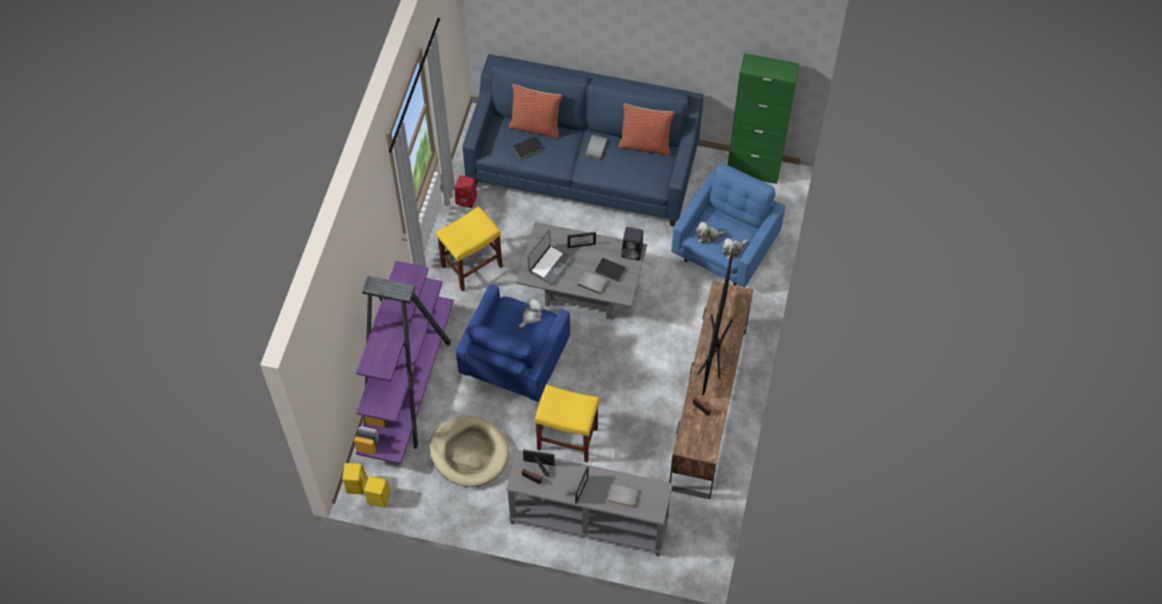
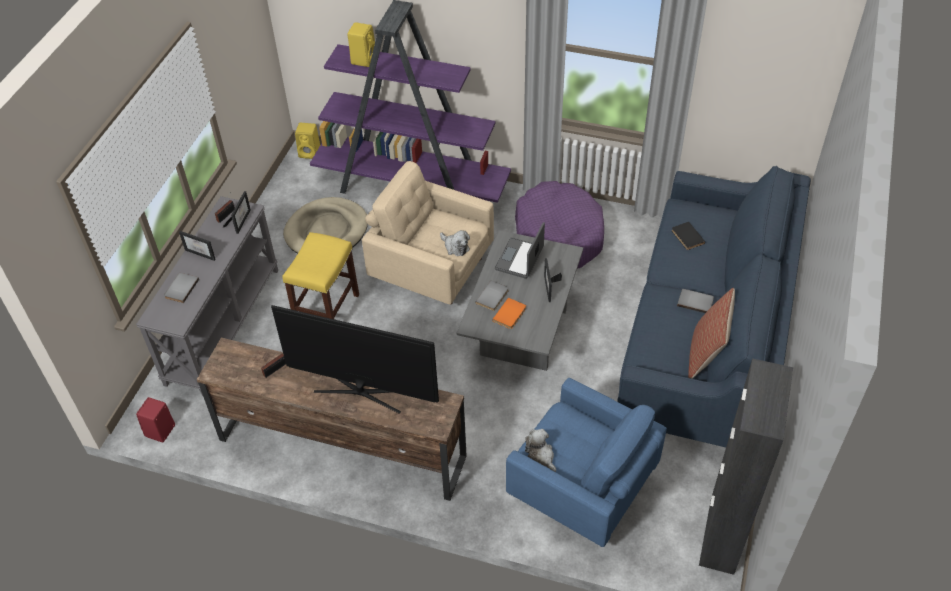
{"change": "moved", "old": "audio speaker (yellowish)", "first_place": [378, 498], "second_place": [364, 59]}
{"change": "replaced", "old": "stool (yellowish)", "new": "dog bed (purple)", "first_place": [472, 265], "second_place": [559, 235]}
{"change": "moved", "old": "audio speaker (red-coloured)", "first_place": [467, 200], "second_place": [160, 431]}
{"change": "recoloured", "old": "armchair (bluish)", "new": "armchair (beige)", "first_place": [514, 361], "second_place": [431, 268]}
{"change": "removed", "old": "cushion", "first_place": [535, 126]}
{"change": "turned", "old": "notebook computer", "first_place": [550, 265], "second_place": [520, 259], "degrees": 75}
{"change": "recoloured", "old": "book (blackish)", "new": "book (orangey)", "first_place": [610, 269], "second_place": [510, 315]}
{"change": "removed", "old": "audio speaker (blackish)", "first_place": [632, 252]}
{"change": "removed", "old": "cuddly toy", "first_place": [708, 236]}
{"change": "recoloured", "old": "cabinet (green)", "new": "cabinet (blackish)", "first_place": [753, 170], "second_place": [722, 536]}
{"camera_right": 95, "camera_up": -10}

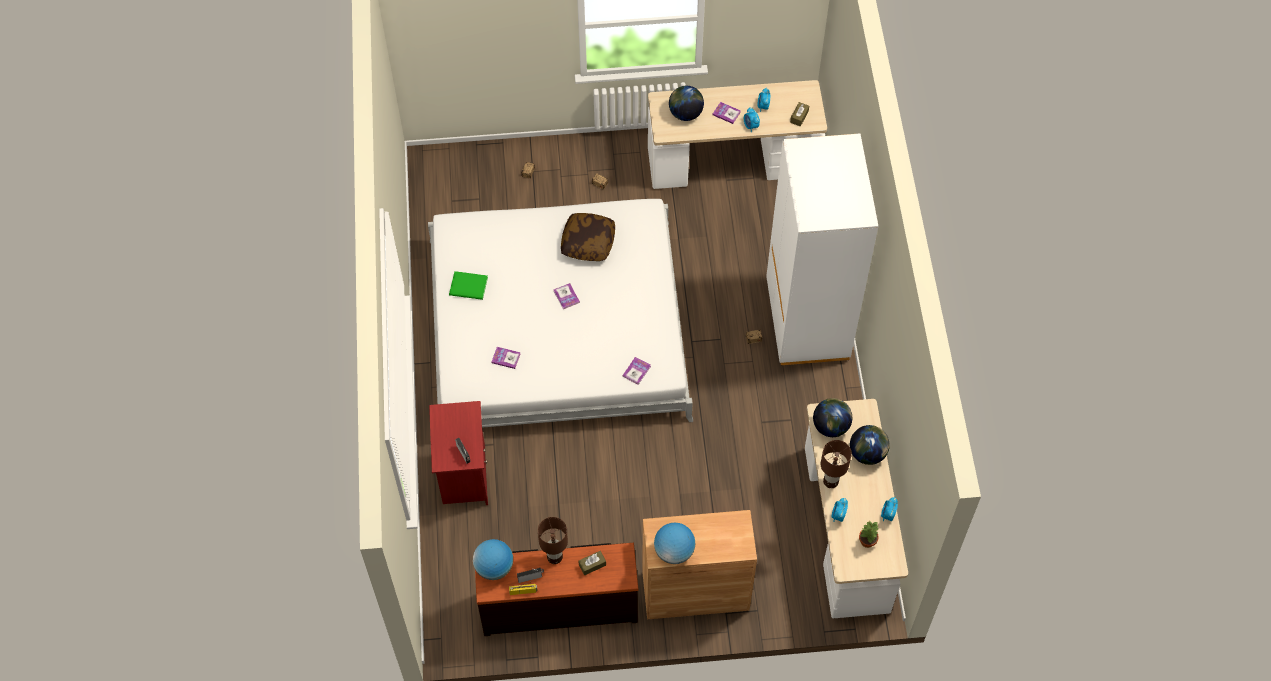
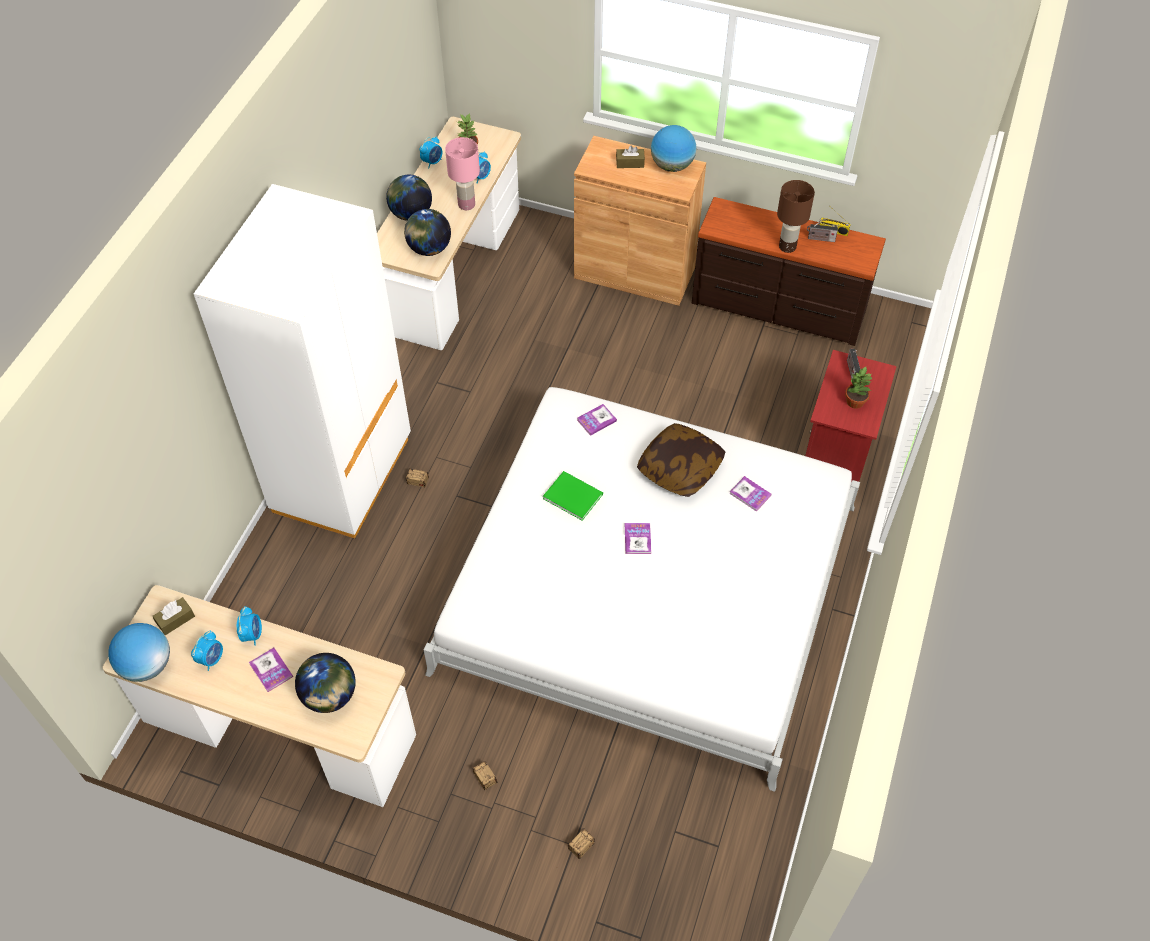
{"change": "moved", "old": "book (green)", "first_place": [469, 287], "second_place": [572, 495]}
{"change": "moved", "old": "desk globe", "first_place": [494, 567], "second_place": [147, 665]}
{"change": "moved", "old": "cushion", "first_place": [588, 243], "second_place": [680, 468]}
{"change": "moved", "old": "box of tissues (brown)", "first_place": [592, 565], "second_place": [630, 163]}
{"change": "recoloured", "old": "table lamp (brown)", "new": "table lamp (pinkish)", "first_place": [830, 481], "second_place": [467, 205]}
{"change": "added", "new": "plant in a pot", "second_place": [854, 402]}
{"camera_right": -155, "camera_up": -5}

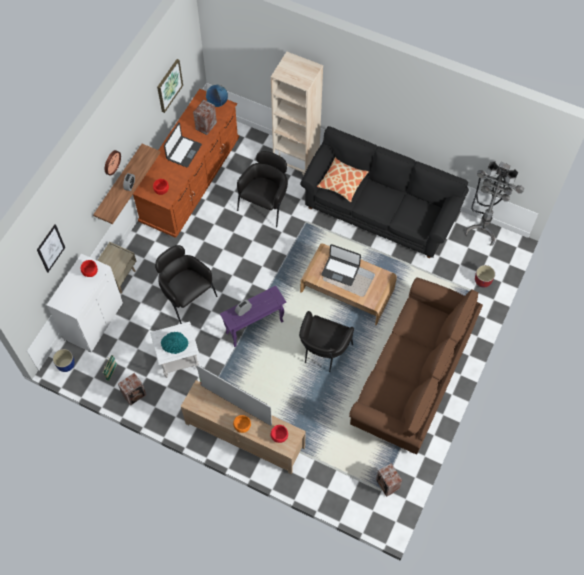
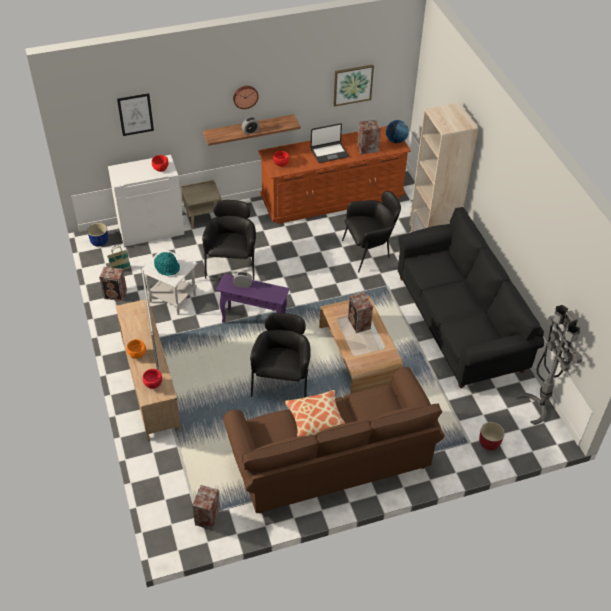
{"change": "turned", "old": "armchair (blackish)", "first_place": [323, 353], "second_place": [282, 381], "degrees": 120}
{"change": "moved", "old": "cushion", "first_place": [342, 182], "second_place": [316, 419]}
{"change": "replaced", "old": "notebook computer", "new": "audio speaker", "first_place": [340, 270], "second_place": [359, 324]}
{"camera_right": 45, "camera_up": -15}

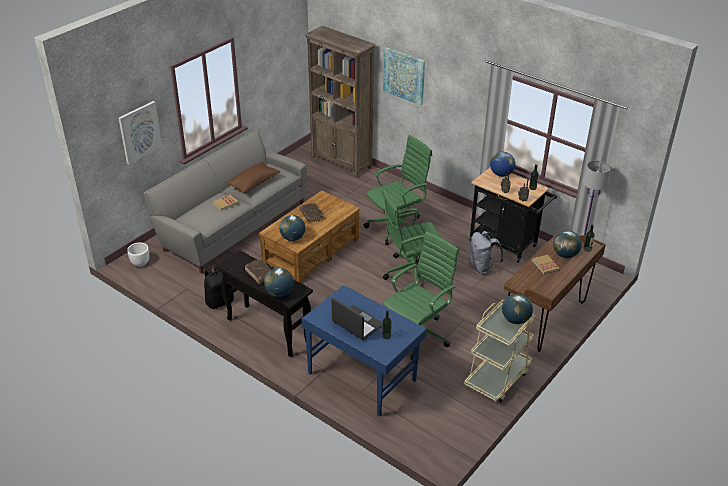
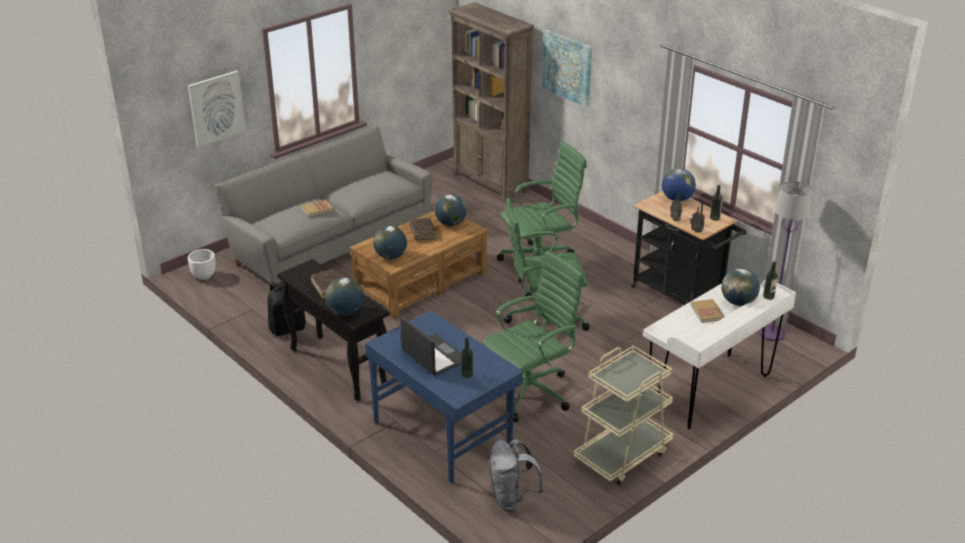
{"change": "removed", "old": "cushion (brown)", "first_place": [253, 183]}
{"change": "moved", "old": "rucksack (greyish)", "first_place": [482, 268], "second_place": [512, 498]}
{"change": "moved", "old": "desk globe", "first_place": [515, 320], "second_place": [450, 224]}
{"change": "recoloured", "old": "desk unit (brown)", "new": "desk unit (whitish)", "first_place": [546, 319], "second_place": [710, 391]}
{"camera_right": 10, "camera_up": -5}

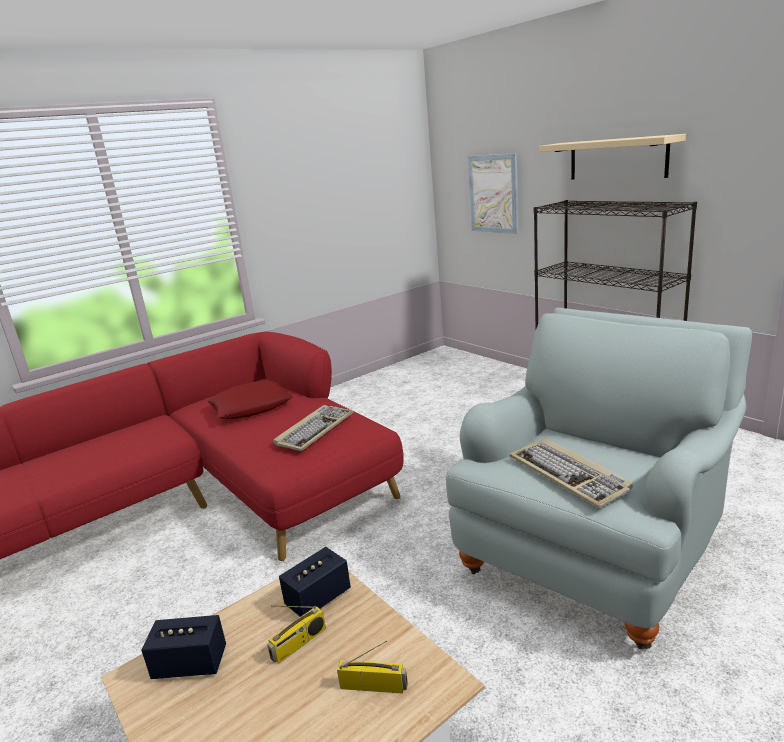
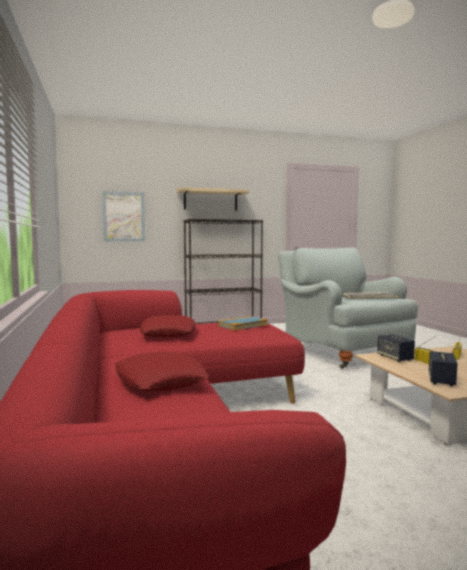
{"change": "replaced", "old": "PC keyboard", "new": "book", "first_place": [314, 430], "second_place": [242, 325]}
{"change": "added", "new": "cushion (red-coloured)", "second_place": [159, 381]}
{"camera_right": -70, "camera_up": -15}

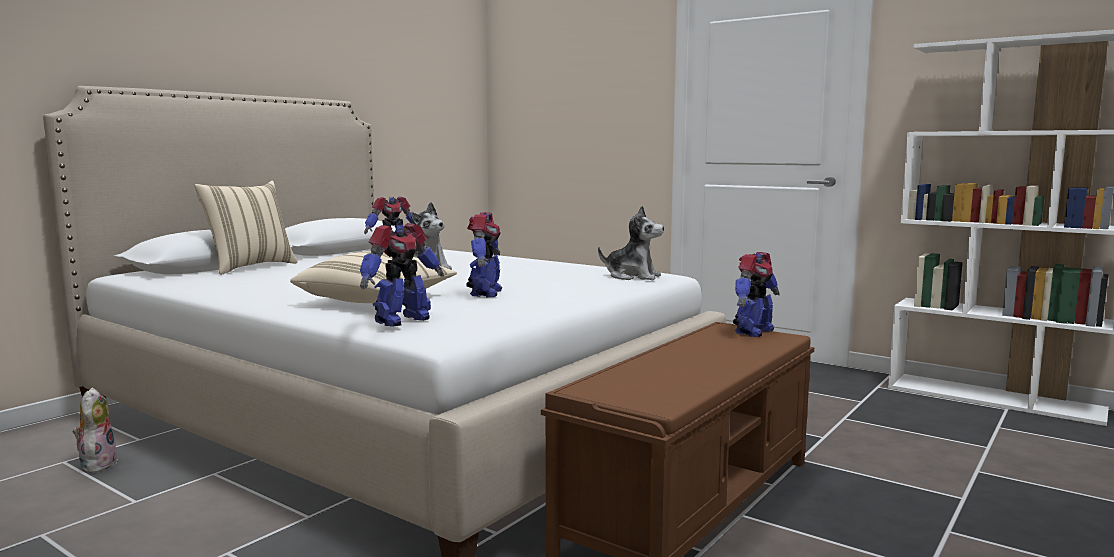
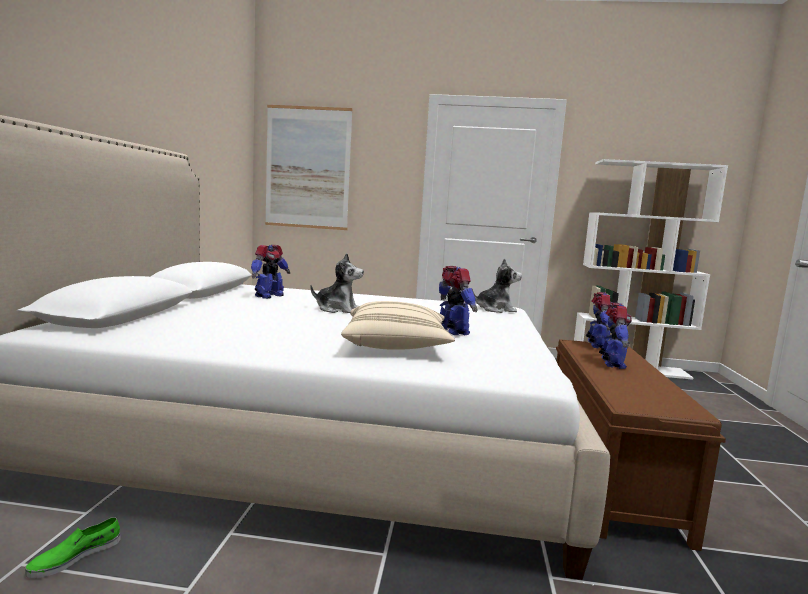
{"change": "replaced", "old": "cuddly toy", "new": "shoe (green)", "first_place": [97, 464], "second_place": [75, 556]}
{"change": "removed", "old": "cushion (beige)", "first_place": [249, 267]}
{"change": "moved", "old": "robot figure", "first_place": [401, 320], "second_place": [612, 363]}
{"change": "added", "new": "wall picture", "second_place": [308, 168]}
{"camera_right": -30, "camera_up": 0}

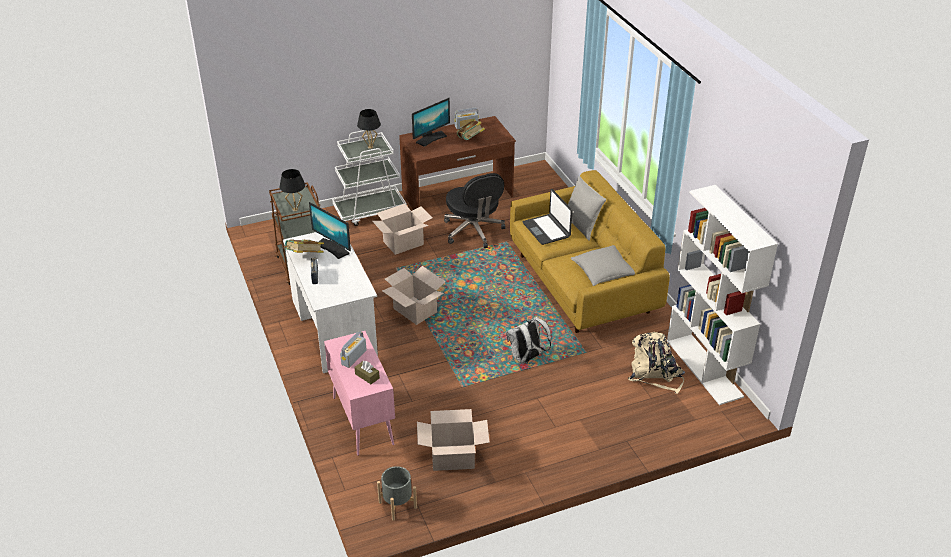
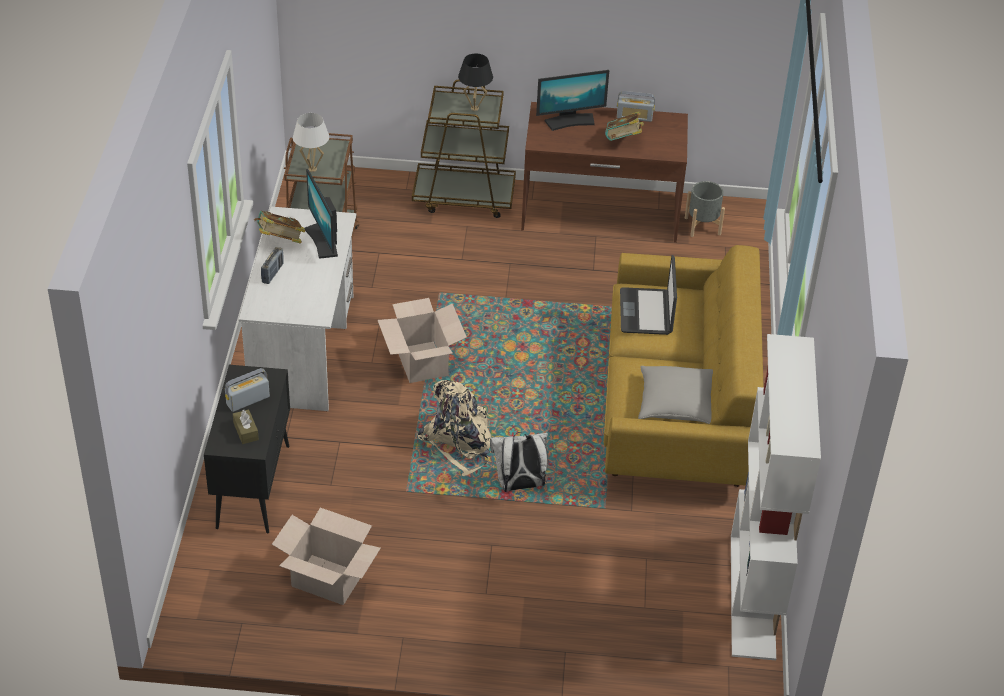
{"change": "recoloured", "old": "table lamp (blackish)", "new": "table lamp (whitish)", "first_place": [295, 209], "second_place": [312, 169]}
{"change": "recoloured", "old": "cabinet (pinkish)", "new": "cabinet (blackish)", "first_place": [362, 420], "second_place": [253, 485]}
{"change": "recoloured", "old": "cart (whitish)", "new": "cart (brown)", "first_place": [370, 211], "second_place": [464, 197]}
{"change": "removed", "old": "packing box", "first_place": [403, 243]}
{"change": "moved", "old": "flower pot (greyish)", "first_place": [397, 504], "second_place": [702, 226]}
{"change": "removed", "old": "office chair (blackish)", "first_place": [473, 231]}
{"change": "removed", "old": "cushion (greyish)", "first_place": [582, 226]}
{"change": "moved", "old": "rucksack (beige)", "first_place": [655, 374], "second_place": [459, 442]}
{"camera_right": 25, "camera_up": 5}

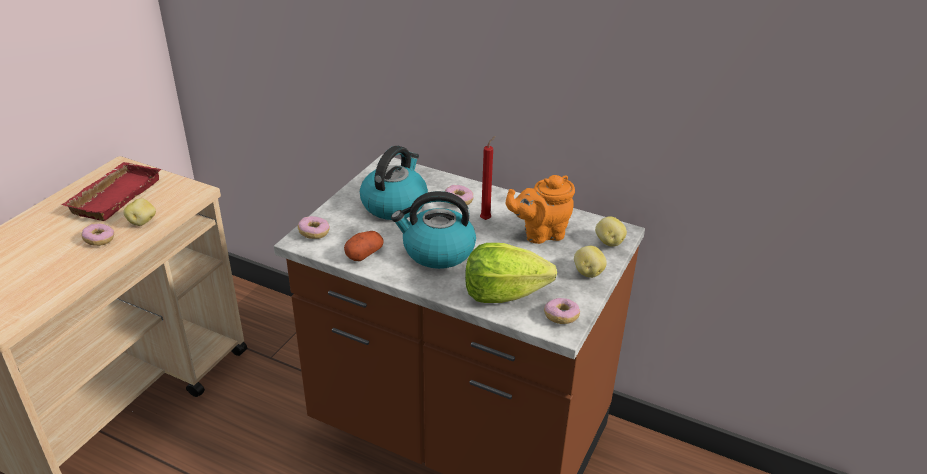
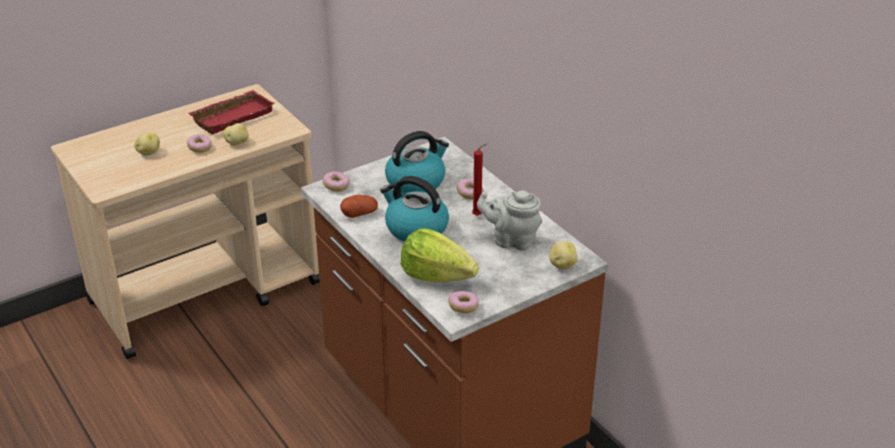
{"change": "recoloured", "old": "tea pot (orangey)", "new": "tea pot (greyish)", "first_place": [540, 233], "second_place": [511, 240]}
{"change": "moved", "old": "spud", "first_place": [587, 272], "second_place": [148, 152]}
{"camera_right": 30, "camera_up": 0}

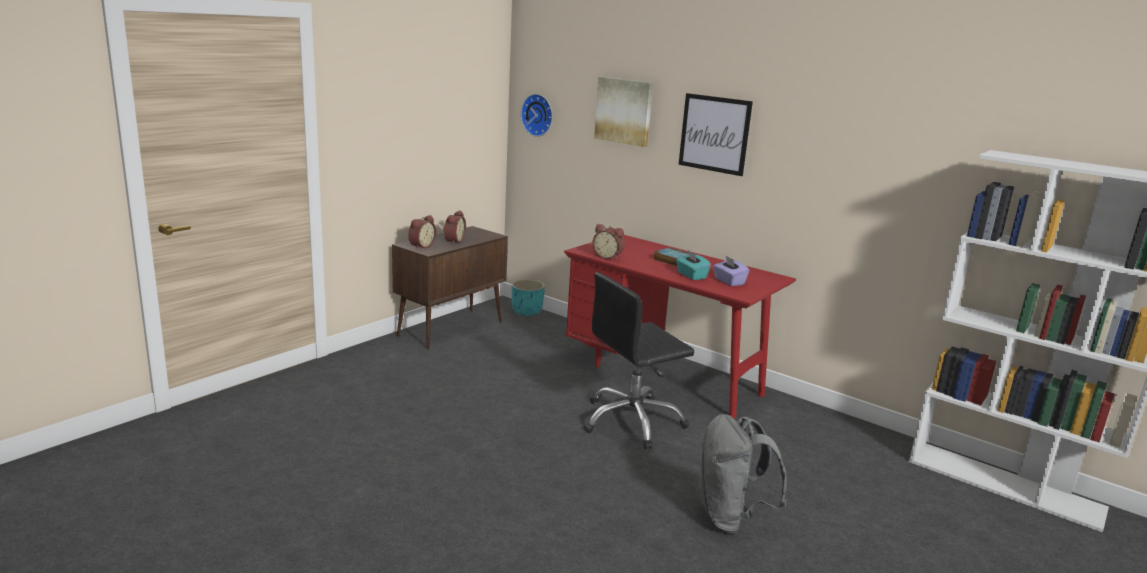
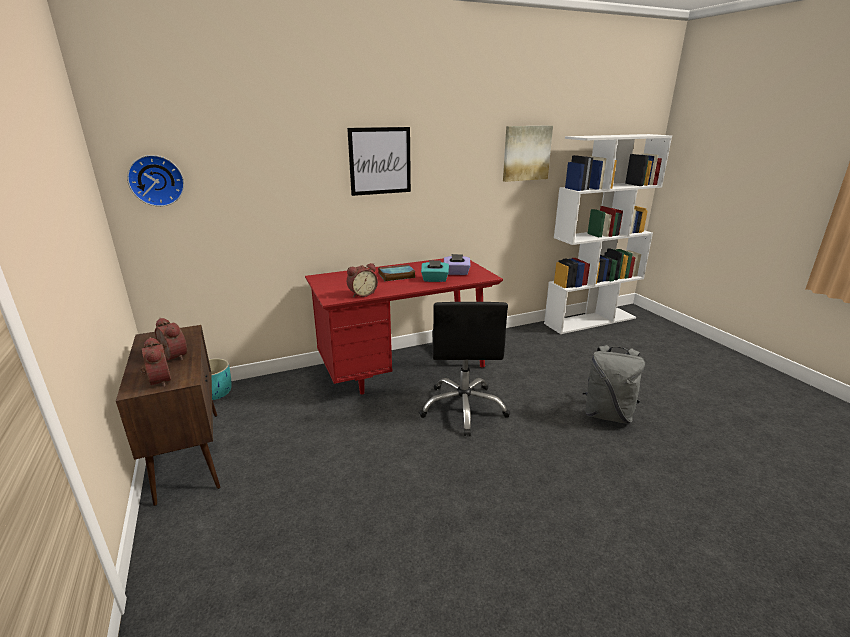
{"change": "moved", "old": "wall picture", "first_place": [624, 111], "second_place": [526, 153]}
{"camera_right": -60, "camera_up": 5}

